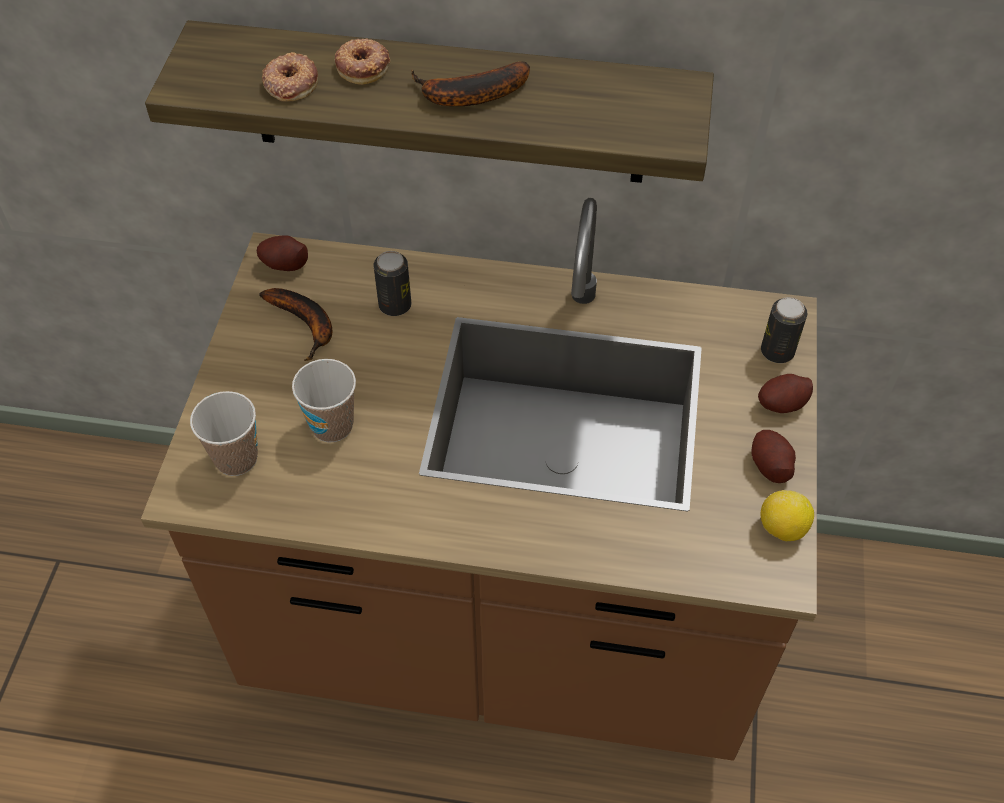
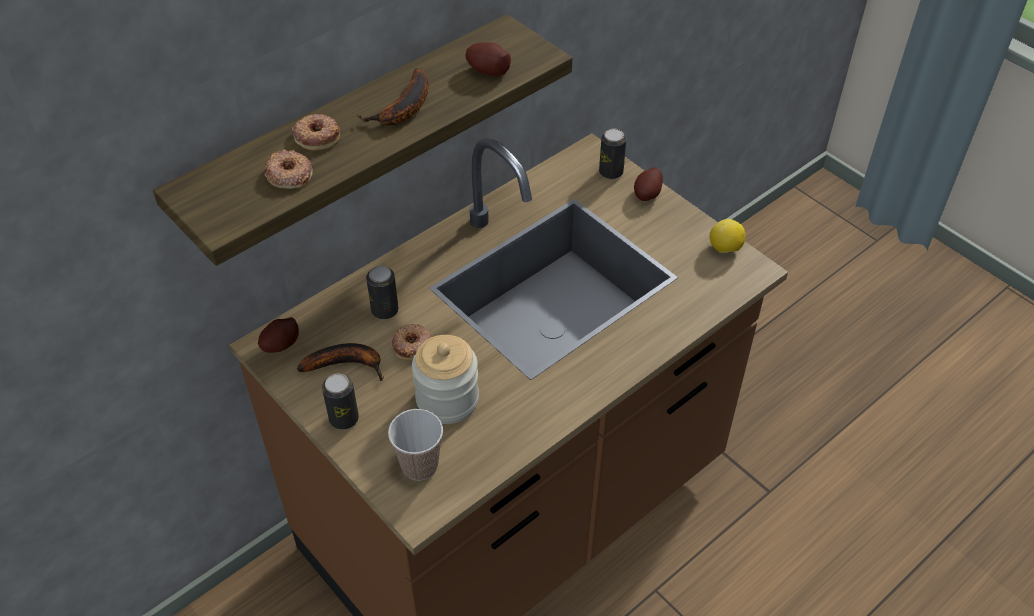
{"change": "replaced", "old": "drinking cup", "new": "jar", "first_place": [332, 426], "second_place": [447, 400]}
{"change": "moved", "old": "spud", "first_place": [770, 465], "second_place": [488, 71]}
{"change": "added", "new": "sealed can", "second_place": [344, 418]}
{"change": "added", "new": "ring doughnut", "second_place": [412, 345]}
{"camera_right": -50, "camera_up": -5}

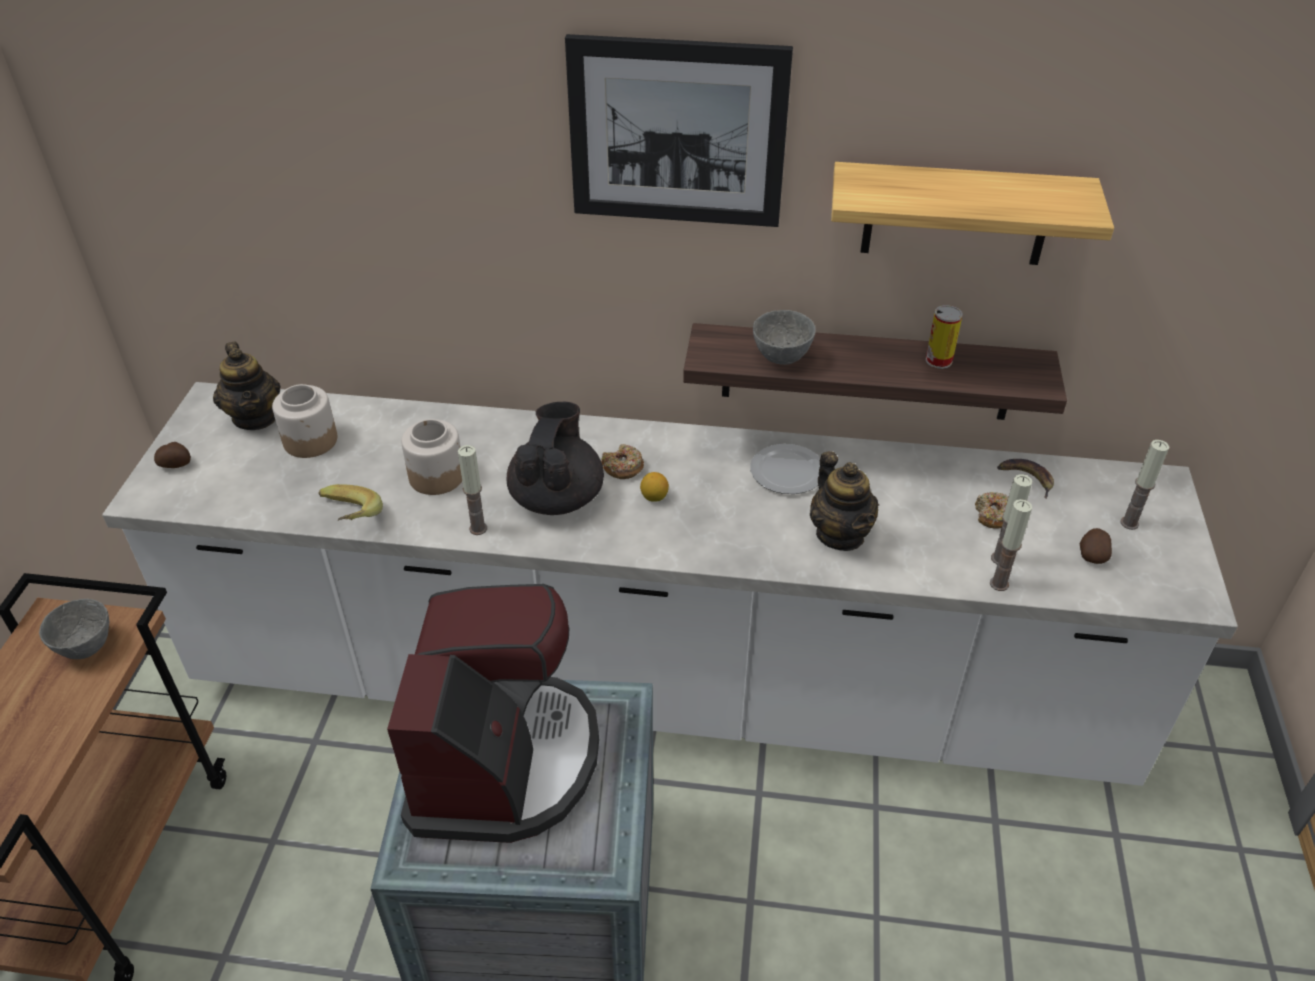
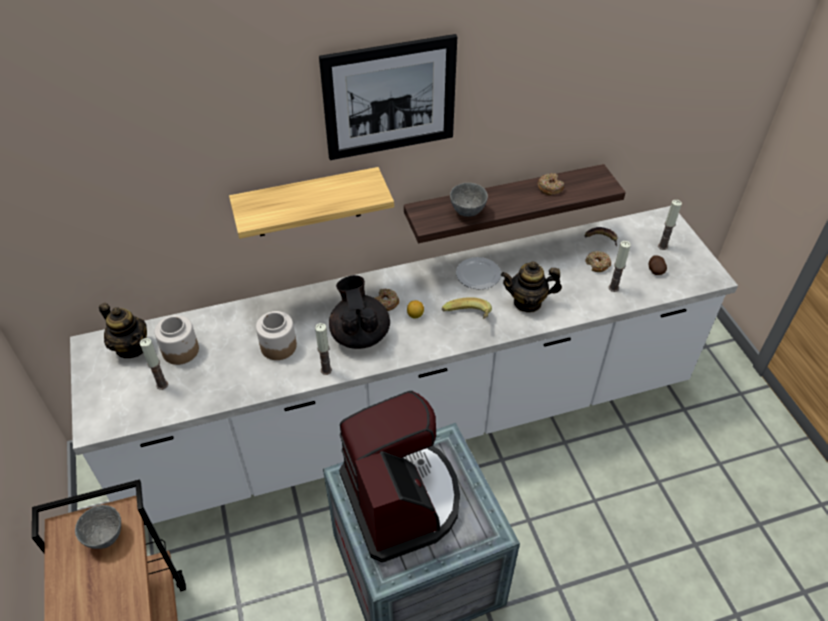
{"change": "removed", "old": "spud", "first_place": [176, 465]}
{"change": "moved", "old": "banana", "first_place": [347, 520], "second_place": [467, 319]}
{"change": "turned", "old": "tea pot", "first_place": [840, 534], "second_place": [527, 302], "degrees": 135}
{"change": "moved", "old": "bracket shelf", "first_place": [956, 214], "second_place": [307, 203]}
{"change": "replaced", "old": "sealed can", "new": "ring doughnut", "first_place": [938, 360], "second_place": [550, 188]}
{"change": "moved", "old": "wax candle", "first_place": [999, 584], "second_place": [162, 385]}
{"camera_right": -25, "camera_up": 5}

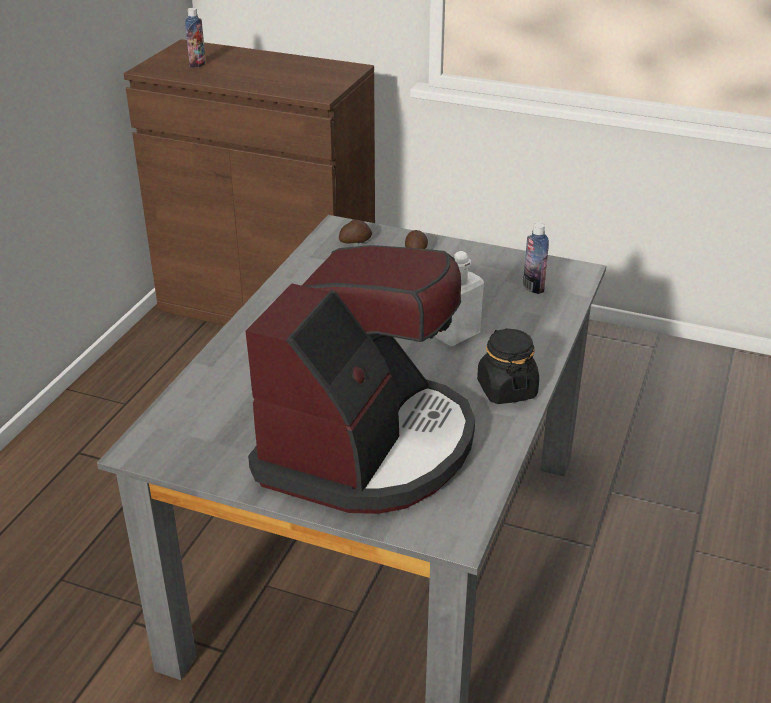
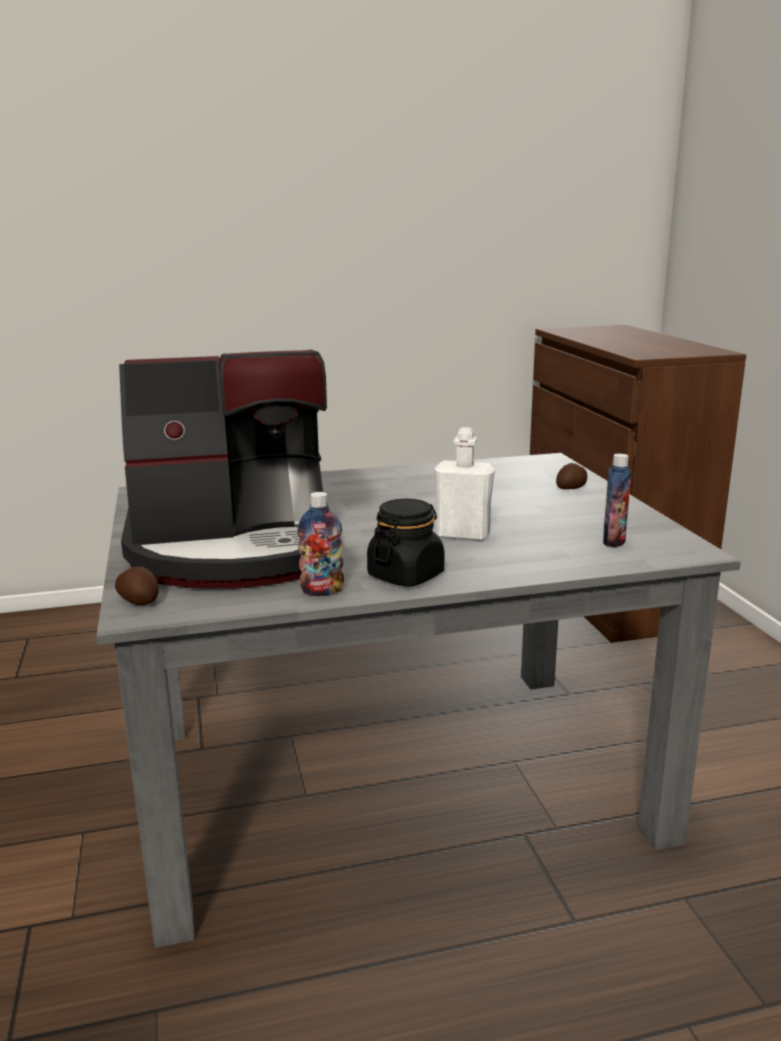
{"change": "moved", "old": "drink bottle", "first_place": [197, 64], "second_place": [322, 591]}
{"change": "moved", "old": "spud", "first_place": [355, 241], "second_place": [139, 600]}
{"camera_right": 55, "camera_up": -15}

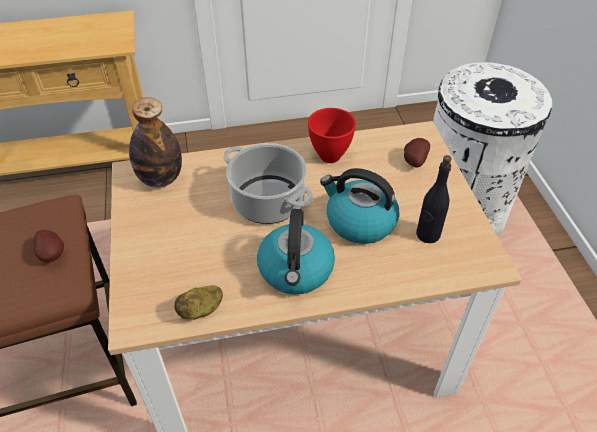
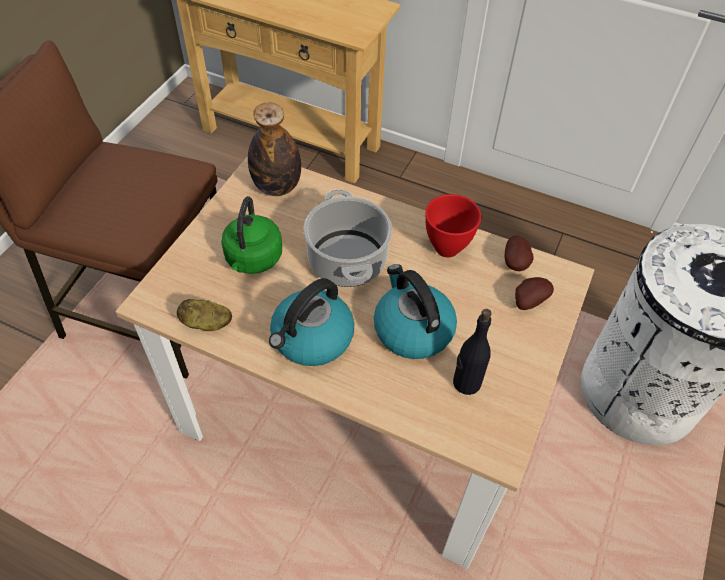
{"change": "moved", "old": "spud", "first_place": [53, 254], "second_place": [516, 263]}
{"change": "added", "new": "water kettle (green)", "second_place": [253, 260]}
{"camera_right": 35, "camera_up": 5}

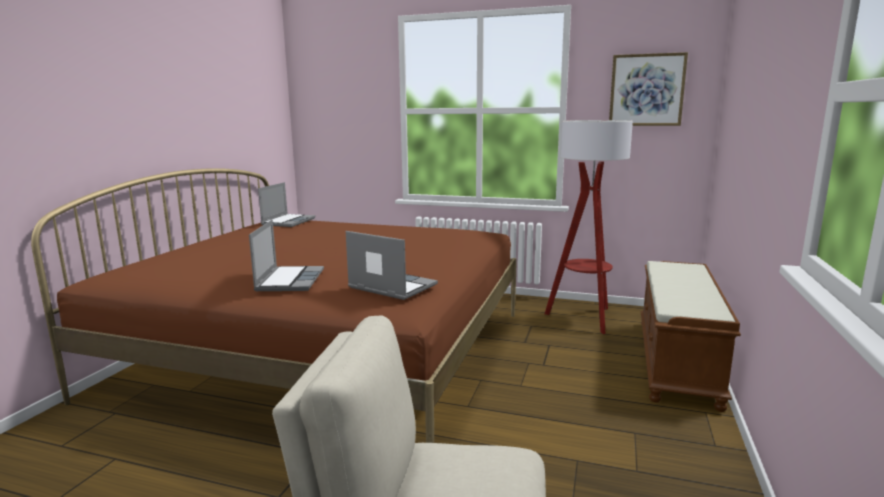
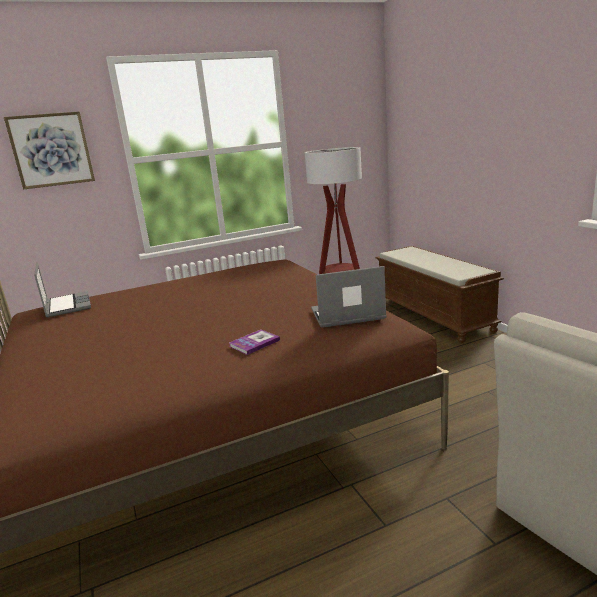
{"change": "replaced", "old": "notebook computer", "new": "book", "first_place": [289, 280], "second_place": [254, 343]}
{"change": "moved", "old": "wall picture", "first_place": [646, 90], "second_place": [51, 150]}
{"camera_right": -40, "camera_up": 5}

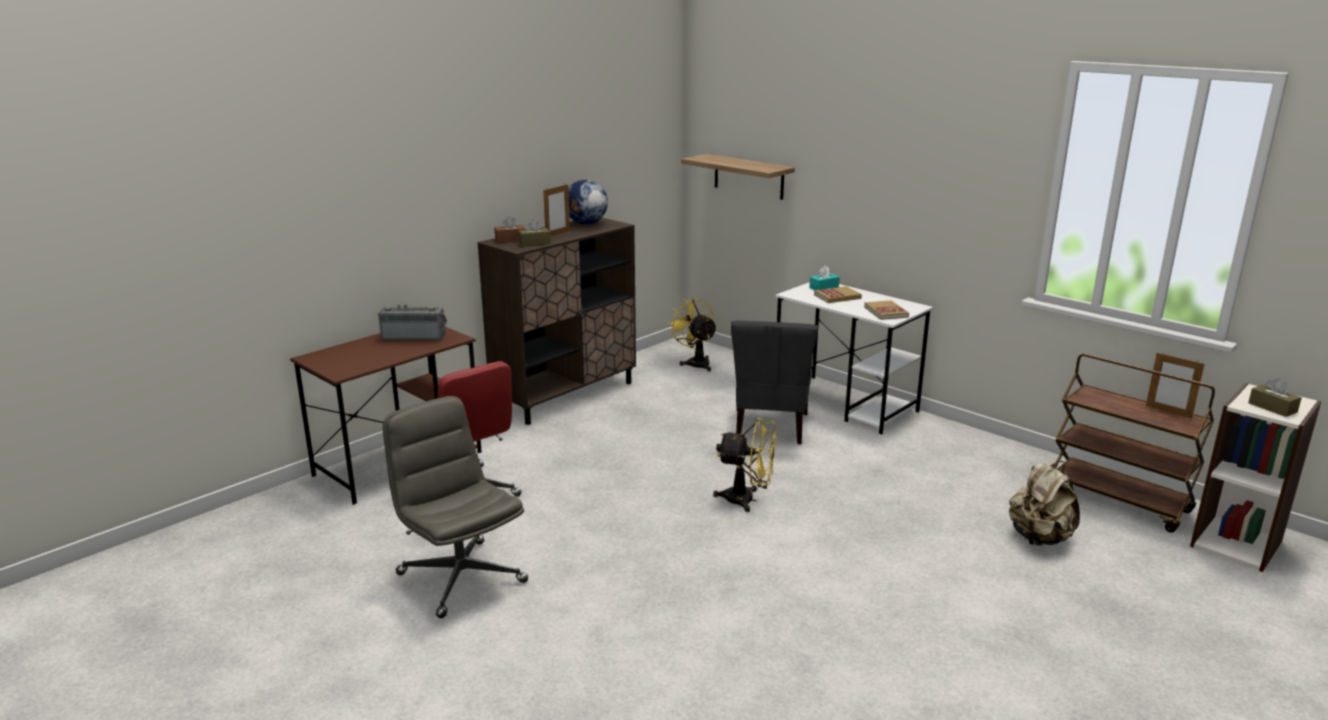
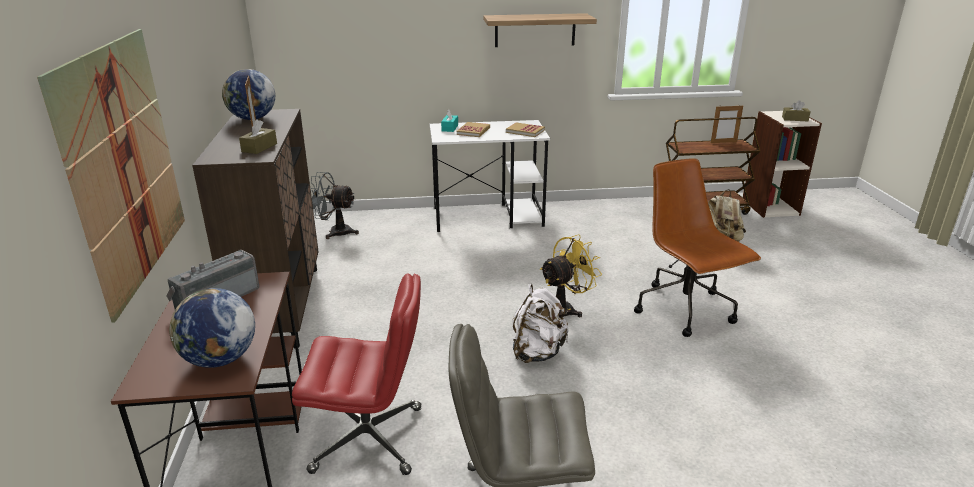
{"change": "removed", "old": "box of tissues (brown)", "first_place": [510, 240]}
{"change": "recoloured", "old": "fan (yellowish)", "new": "fan (greyish)", "first_place": [695, 363], "second_place": [335, 232]}
{"change": "moved", "old": "bracket shelf", "first_place": [748, 176], "second_place": [535, 30]}
{"change": "removed", "old": "chair (greyish)", "first_place": [770, 427]}
{"change": "added", "new": "wall picture", "second_place": [125, 165]}
{"change": "added", "new": "desk globe", "second_place": [219, 360]}
{"change": "added", "new": "rucksack (whitish)", "second_place": [537, 352]}
{"change": "added", "new": "office chair (brown)", "second_place": [685, 310]}
{"camera_right": -50, "camera_up": 5}

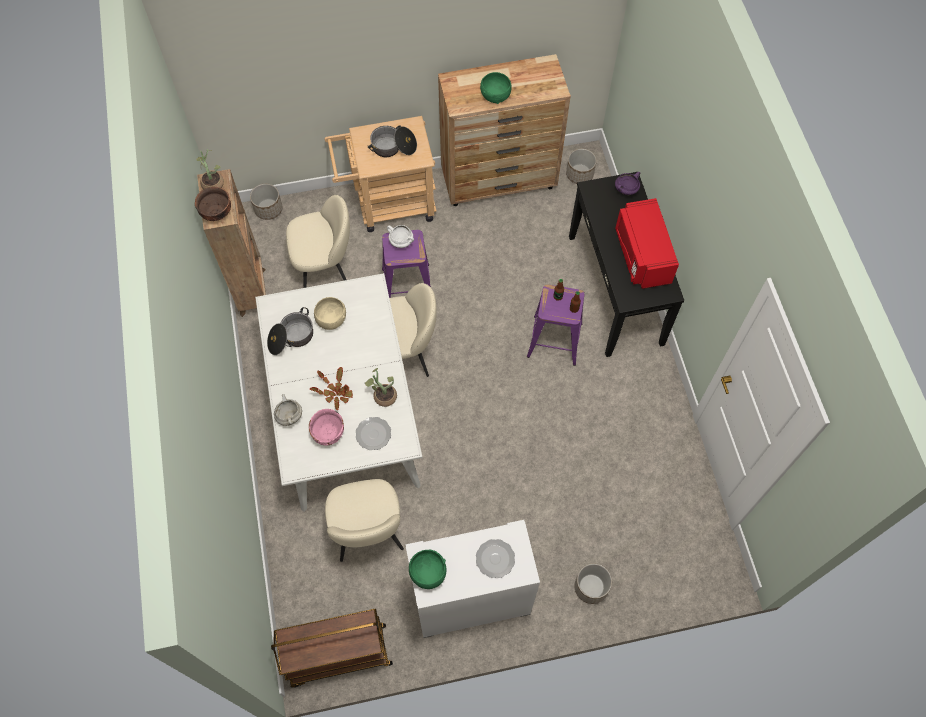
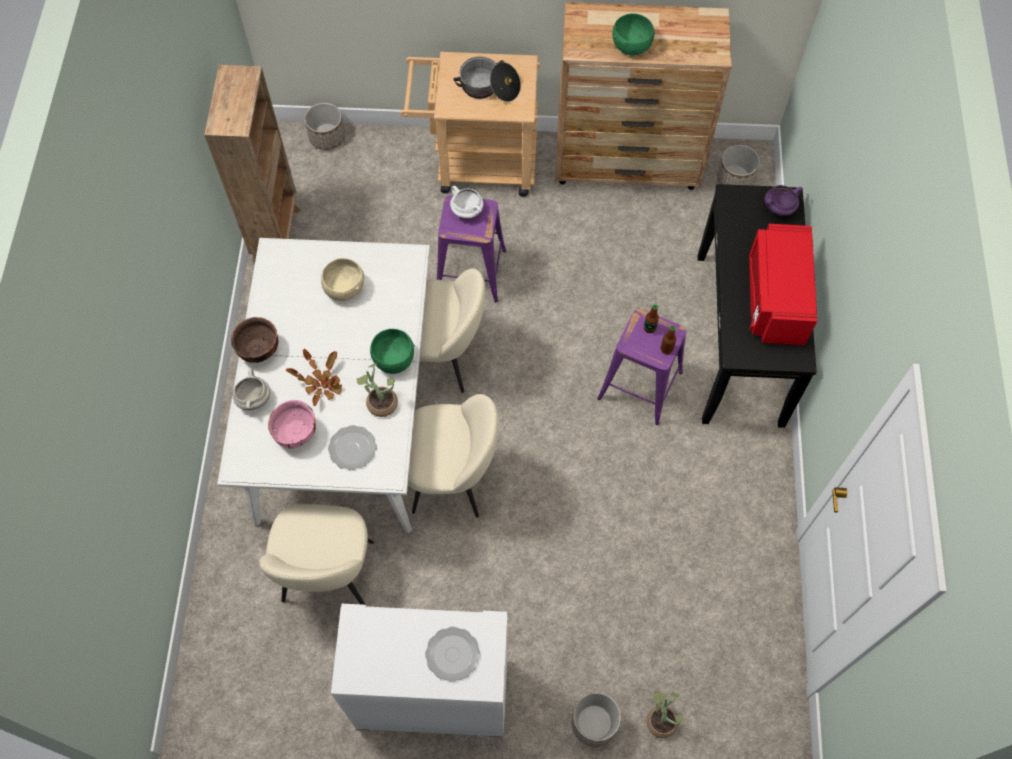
{"change": "moved", "old": "bowl (brown)", "first_place": [216, 212], "second_place": [258, 349]}
{"change": "moved", "old": "plant in a pot", "first_place": [212, 182], "second_place": [661, 718]}
{"change": "removed", "old": "cooking pot", "first_place": [291, 338]}
{"change": "removed", "old": "cart (brown)", "first_place": [338, 656]}
{"change": "moved", "old": "chair (beige)", "first_place": [325, 268], "second_place": [452, 477]}
{"change": "moved", "old": "bowl (green)", "first_place": [428, 573], "second_place": [394, 359]}
{"camera_right": 15, "camera_up": 0}

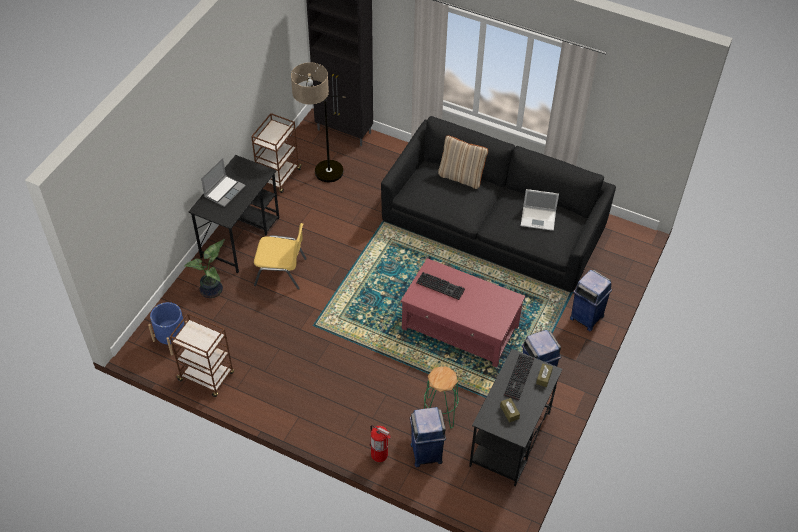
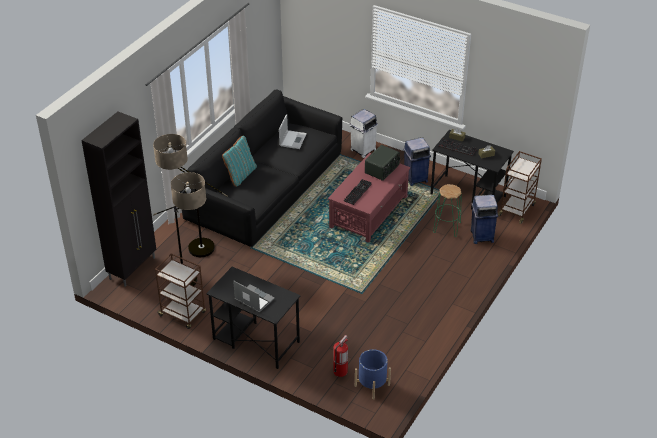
{"change": "moved", "old": "cart (brown)", "first_place": [207, 377], "second_place": [516, 209]}
{"change": "removed", "old": "plant in a pot", "first_place": [213, 290]}
{"change": "removed", "old": "chair (yellowish)", "first_place": [281, 271]}
{"change": "moved", "old": "fire extinguisher", "first_place": [379, 455], "second_place": [340, 371]}
{"change": "recoloured", "old": "cushion (beige)", "new": "cushion (turquoise-coloured)", "first_place": [461, 177], "second_place": [240, 175]}
{"change": "recoloured", "old": "rubbish bin (bluish)", "new": "rubbish bin (whitish)", "first_place": [586, 317], "second_place": [362, 150]}
{"change": "added", "new": "standard lamp", "second_place": [190, 248]}
{"change": "added", "new": "radio", "second_place": [382, 169]}
{"camera_right": -85, "camera_up": -10}

